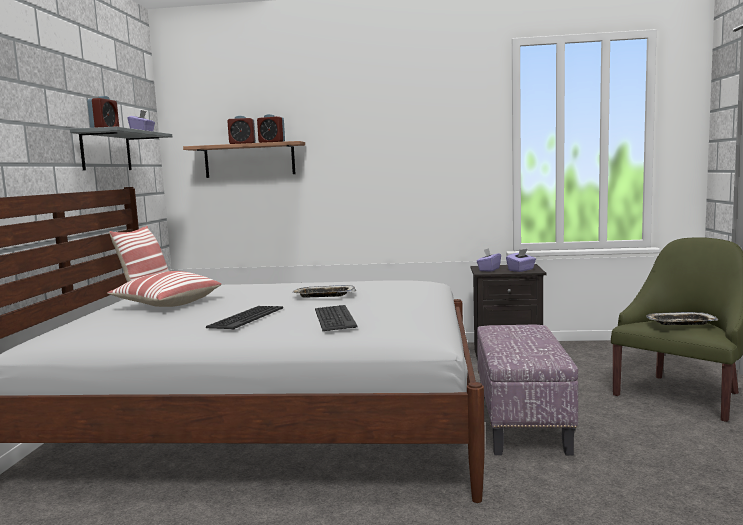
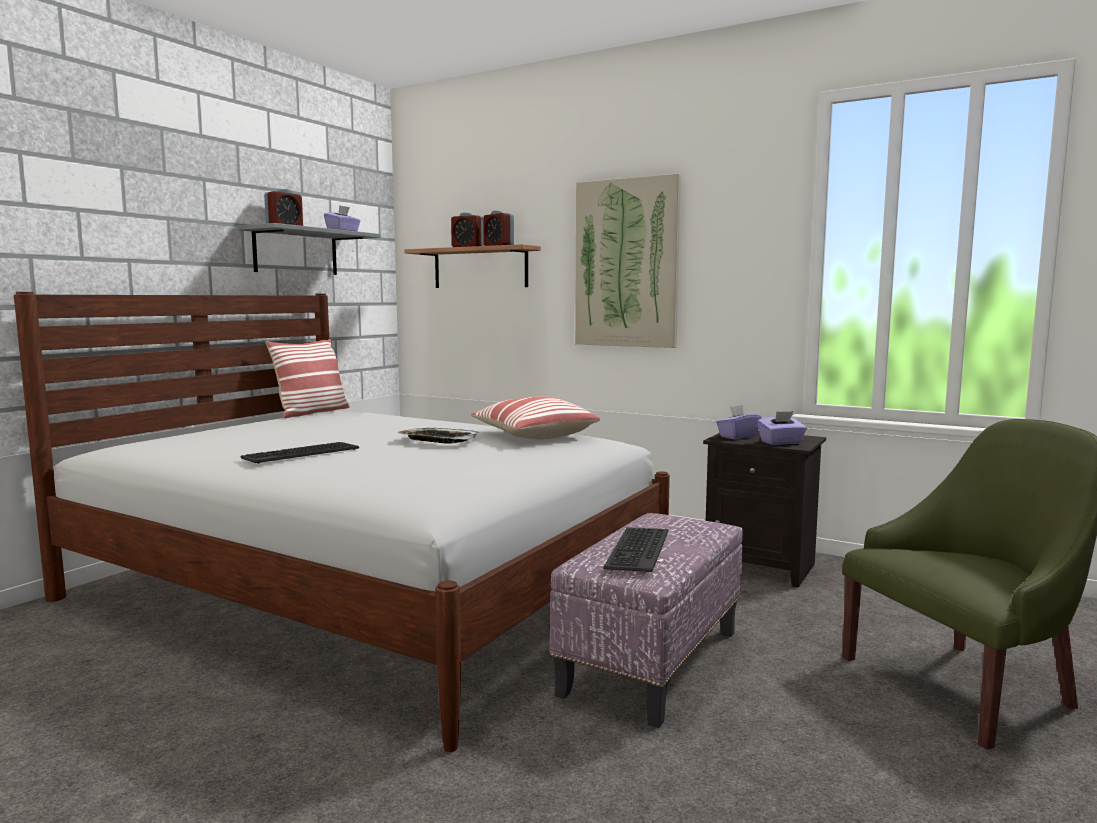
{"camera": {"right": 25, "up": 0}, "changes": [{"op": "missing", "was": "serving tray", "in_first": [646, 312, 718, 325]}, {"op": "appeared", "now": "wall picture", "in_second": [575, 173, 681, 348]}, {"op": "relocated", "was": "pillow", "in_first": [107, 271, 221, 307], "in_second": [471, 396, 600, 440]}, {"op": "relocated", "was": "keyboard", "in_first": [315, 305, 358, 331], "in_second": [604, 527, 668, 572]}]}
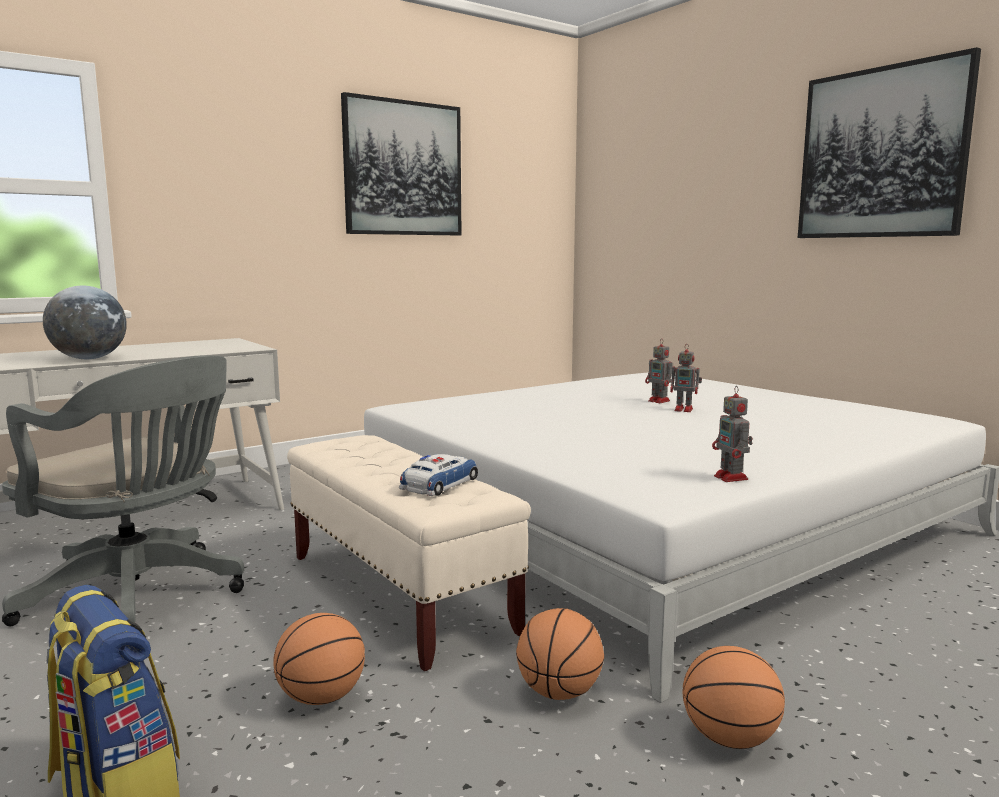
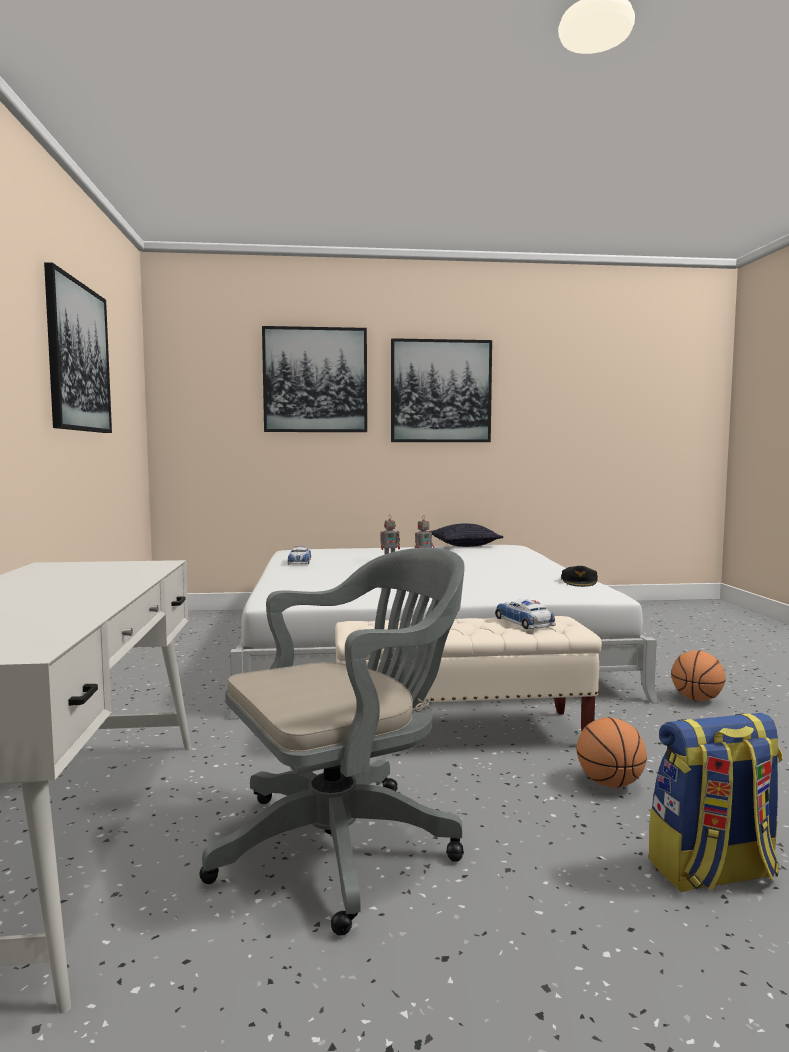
{"camera": {"right": -60, "up": -5}, "changes": [{"op": "missing", "was": "world globe", "in_first": [43, 286, 127, 359]}, {"op": "missing", "was": "basketball ball", "in_first": [516, 608, 604, 700]}, {"op": "appeared", "now": "wall picture", "in_second": [262, 326, 367, 432]}, {"op": "appeared", "now": "model car", "in_second": [288, 546, 311, 564]}, {"op": "appeared", "now": "pillow", "in_second": [430, 523, 504, 547]}, {"op": "exchanged", "was": "robot figure", "now": "black cap", "in_first": [712, 386, 753, 482], "in_second": [561, 566, 598, 587]}]}
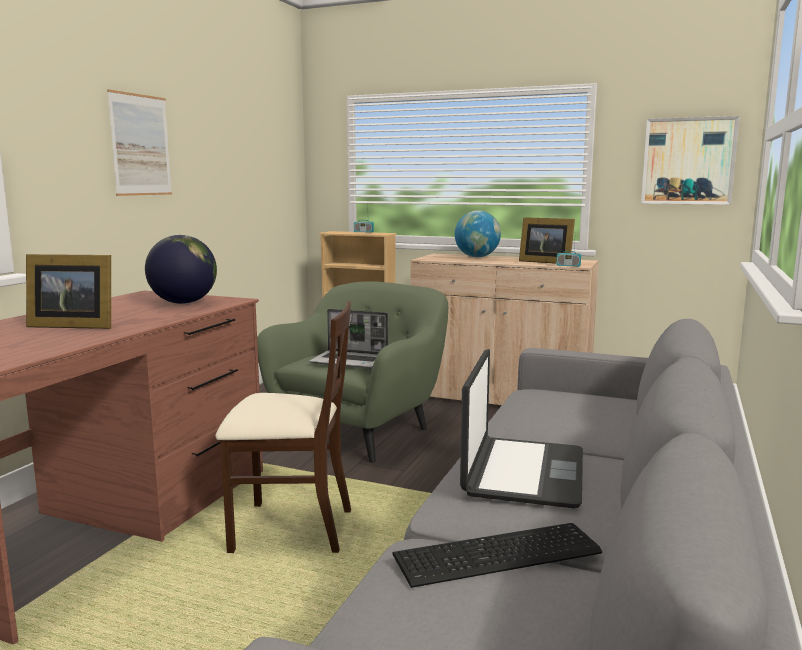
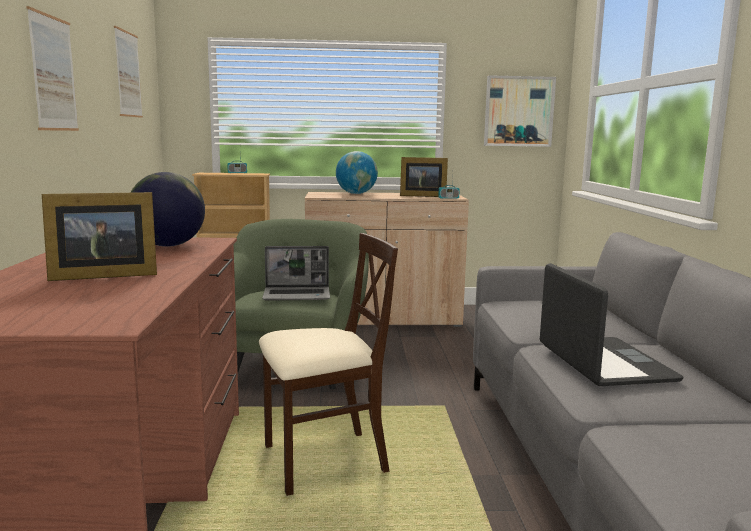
{"camera": {"right": -25, "up": 0}, "changes": [{"op": "missing", "was": "keyboard", "in_first": [392, 523, 602, 588]}, {"op": "appeared", "now": "wall picture", "in_second": [114, 26, 143, 118]}]}
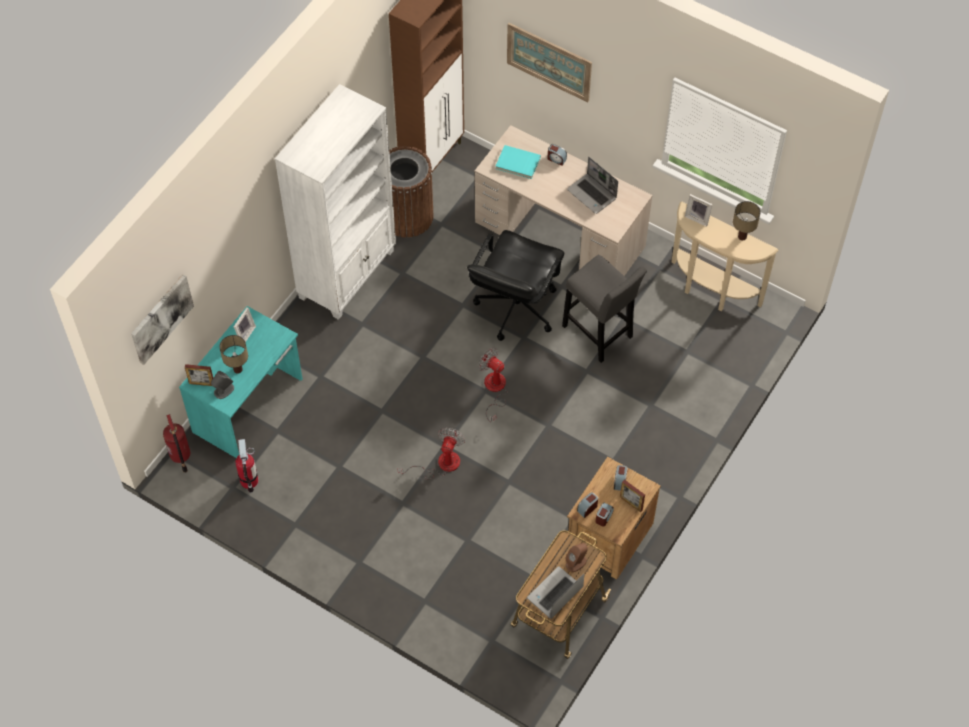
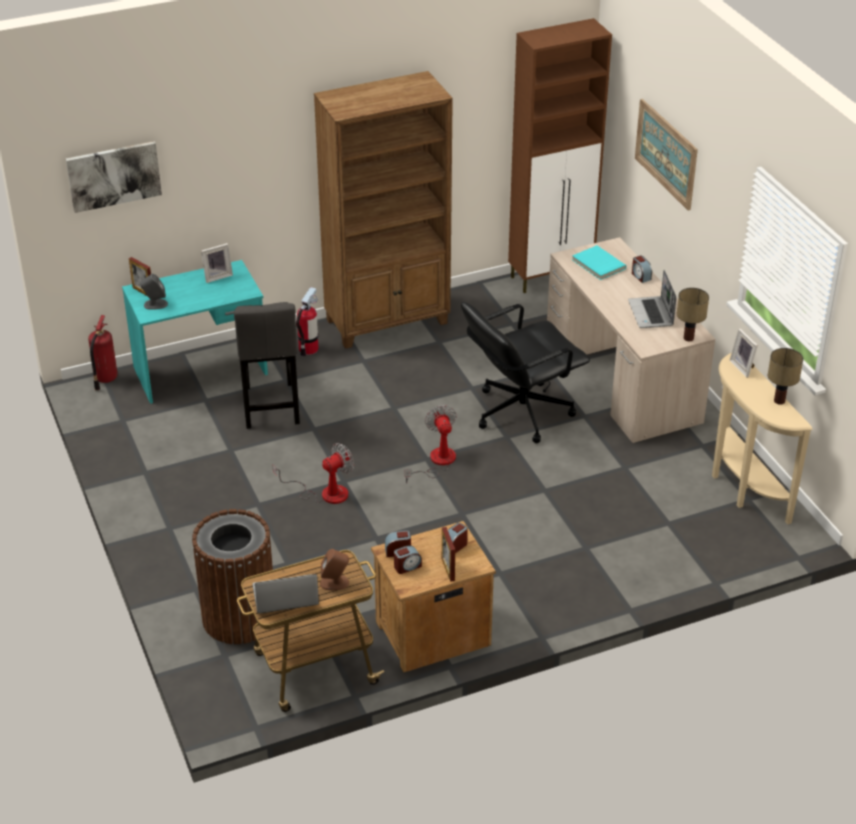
{"camera": {"right": 35, "up": -20}, "changes": [{"op": "relocated", "was": "lamp for a table", "in_first": [220, 335, 248, 374], "in_second": [677, 288, 709, 341]}, {"op": "relocated", "was": "fire-fighting cylinder", "in_first": [236, 439, 258, 493], "in_second": [296, 287, 318, 356]}, {"op": "relocated", "was": "brown waste bin", "in_first": [389, 146, 433, 238], "in_second": [192, 509, 273, 644]}, {"op": "relocated", "was": "grey stool", "in_first": [562, 255, 647, 363], "in_second": [234, 302, 300, 429]}, {"op": "colour", "was": "white shelving unit", "now": "brown shelving unit", "in_first": [275, 84, 396, 320], "in_second": [314, 71, 453, 349]}]}
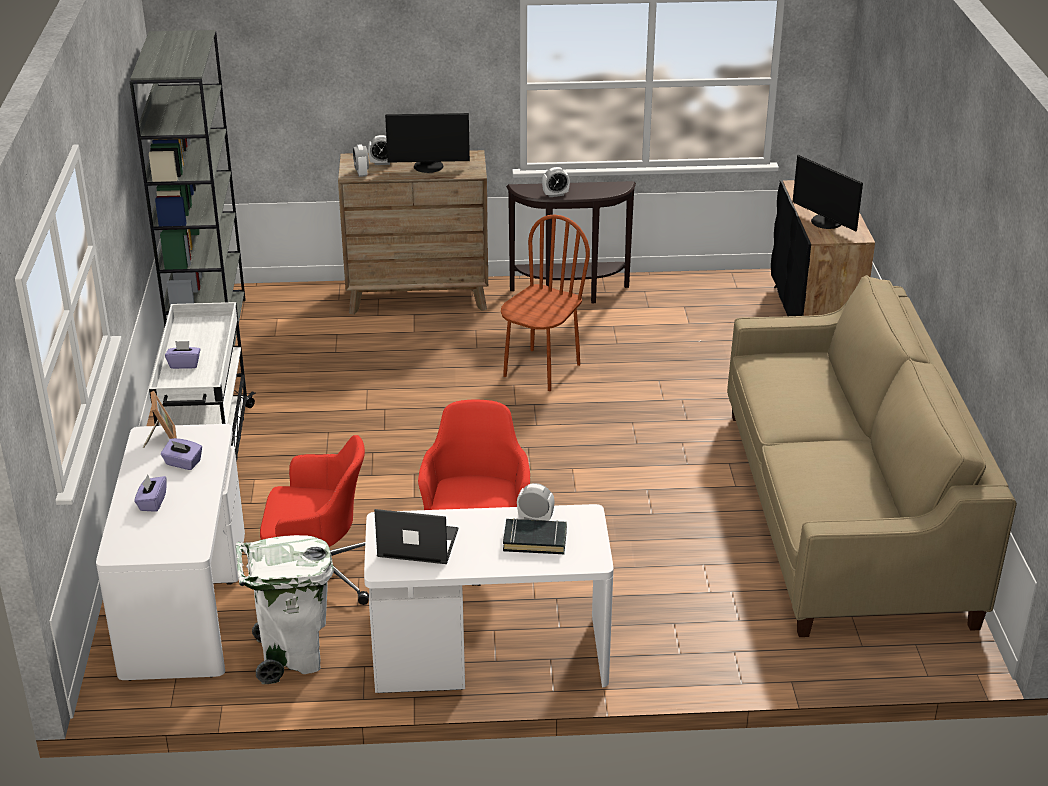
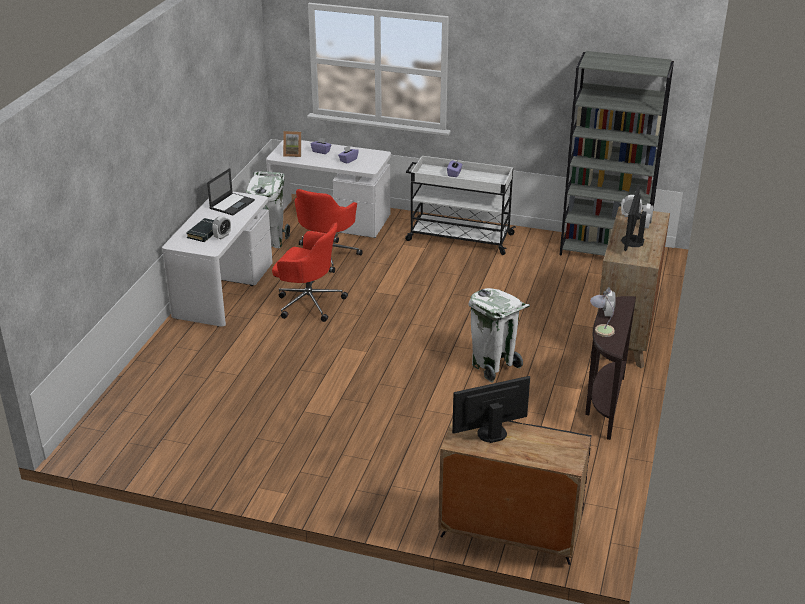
{"camera": {"right": 110, "up": 0}, "changes": [{"op": "missing", "was": "sand-coloured settee", "in_first": [727, 275, 1017, 637]}, {"op": "appeared", "now": "lamp for a table", "in_second": [590, 287, 615, 337]}, {"op": "relocated", "was": "photo frame", "in_first": [143, 391, 177, 448], "in_second": [283, 131, 301, 157]}, {"op": "exchanged", "was": "brown plain chair", "now": "white waste bin", "in_first": [501, 214, 590, 391], "in_second": [469, 288, 530, 383]}]}
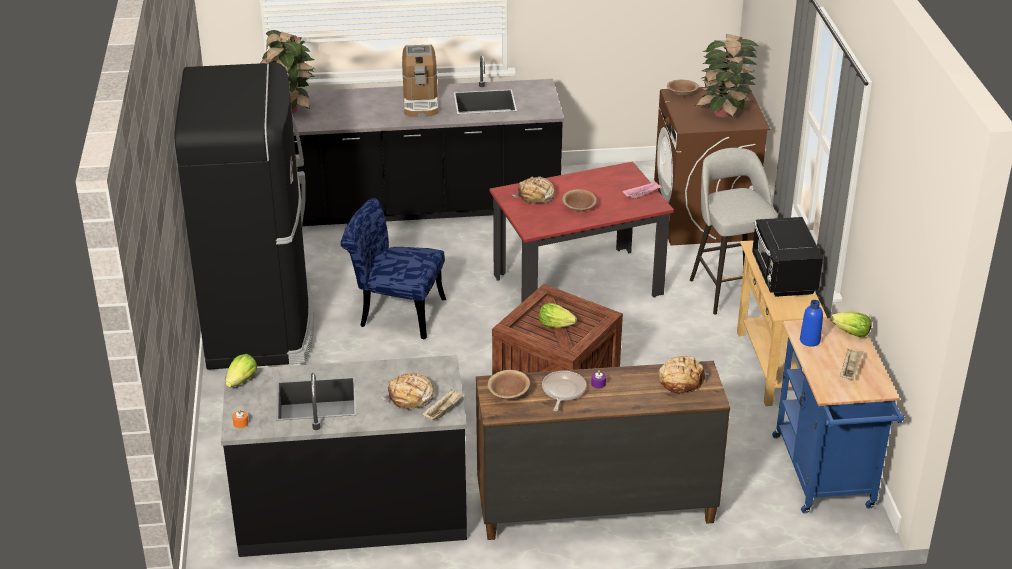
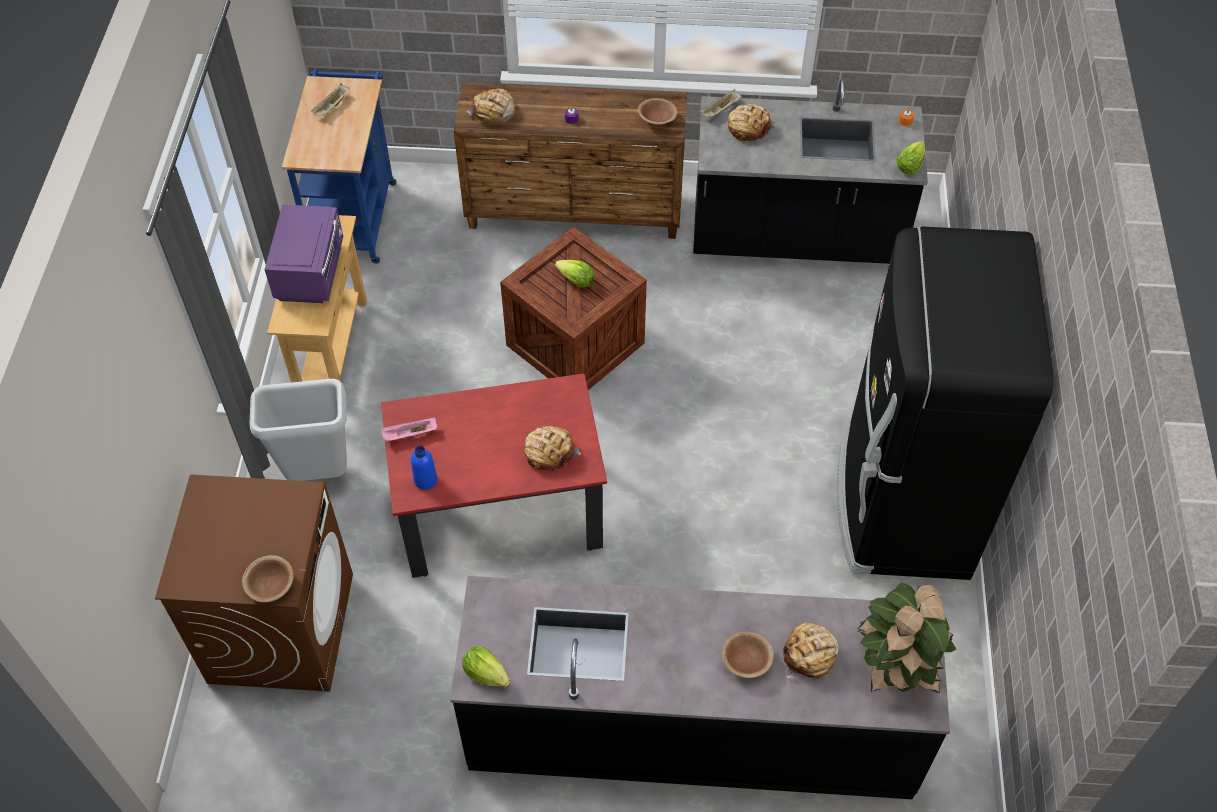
{"camera": {"right": -170, "up": 20}, "changes": [{"op": "missing", "was": "bluish plain chair", "in_first": [340, 198, 446, 339]}, {"op": "missing", "was": "coffee machine", "in_first": [402, 45, 438, 117]}, {"op": "missing", "was": "frying pan", "in_first": [542, 371, 586, 411]}, {"op": "missing", "was": "potted plant", "in_first": [695, 34, 758, 118]}, {"op": "appeared", "now": "baked bread", "in_second": [783, 623, 839, 680]}, {"op": "relocated", "was": "brown serving bowl", "in_first": [562, 189, 597, 212], "in_second": [722, 632, 774, 678]}, {"op": "relocated", "was": "bluish drink bottle", "in_first": [800, 300, 823, 347], "in_second": [411, 446, 437, 490]}, {"op": "relocated", "was": "head of lettuce", "in_first": [830, 312, 872, 337], "in_second": [463, 646, 510, 687]}, {"op": "exchanged", "was": "grey stool", "now": "grey waste bin", "in_first": [690, 148, 778, 315], "in_second": [249, 379, 347, 481]}, {"op": "colour", "was": "black kitchen microwave", "now": "purplish kitchen microwave", "in_first": [752, 217, 823, 297], "in_second": [265, 204, 343, 303]}]}
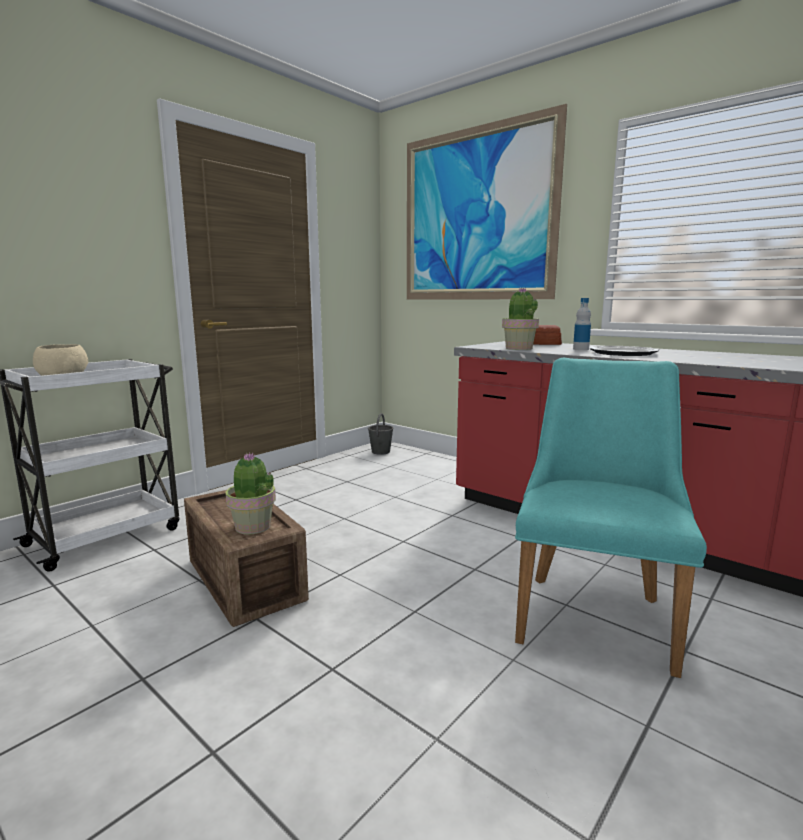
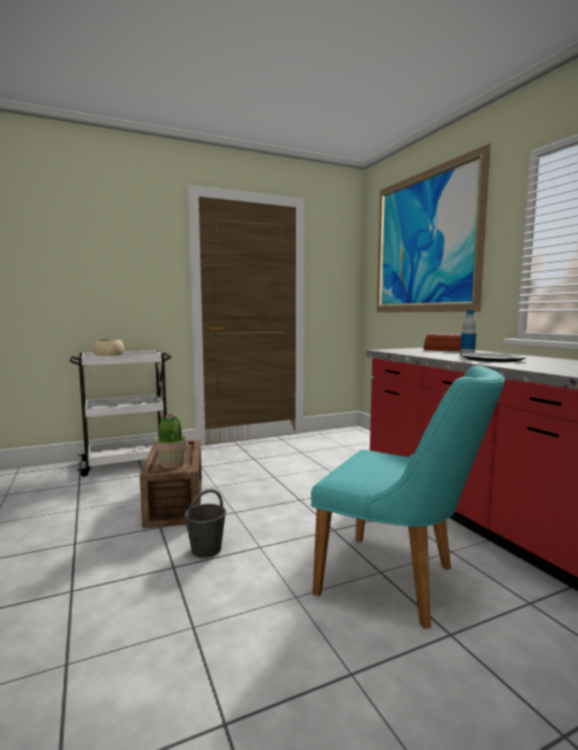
{"camera": {"right": 25, "up": -5}, "changes": [{"op": "missing", "was": "potted plant", "in_first": [502, 288, 539, 350]}, {"op": "relocated", "was": "grey pail", "in_first": [368, 413, 394, 455], "in_second": [184, 489, 226, 558]}, {"op": "spun", "was": "blue-green plain chair", "in_first": [515, 358, 707, 678], "in_second": [311, 366, 505, 629], "clockwise": 75}]}
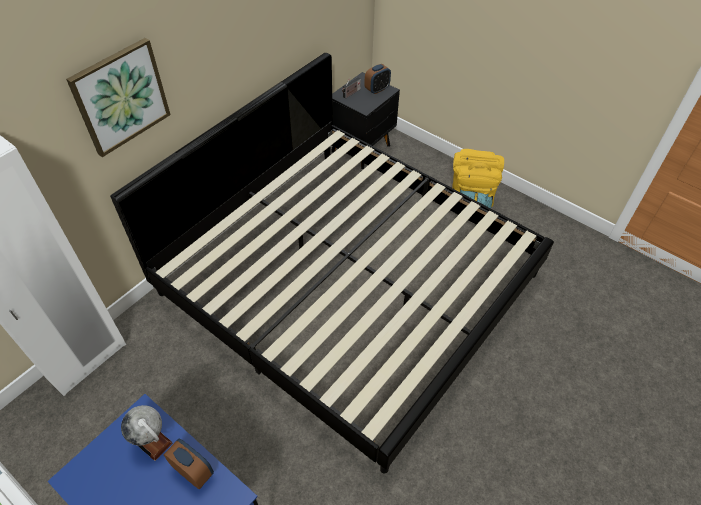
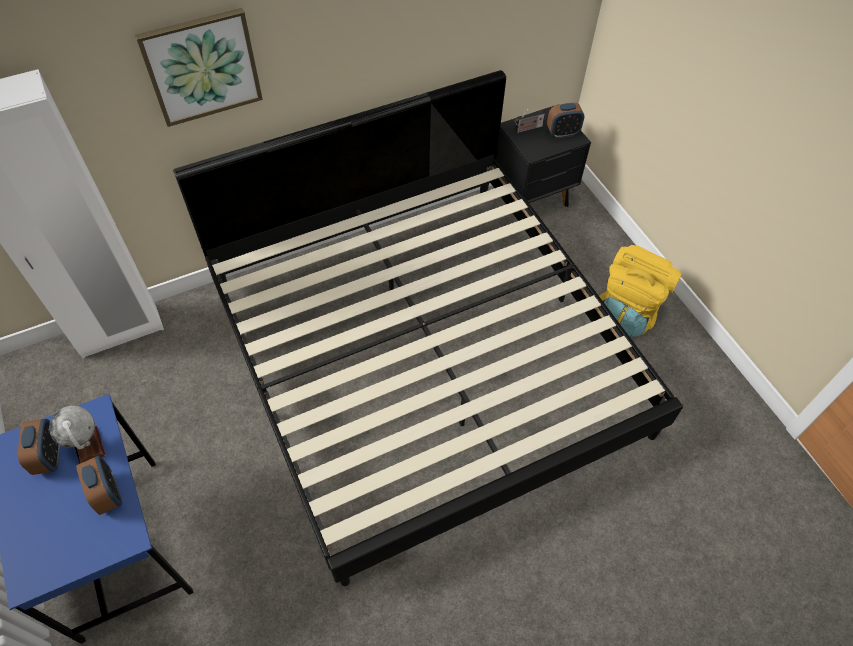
{"camera": {"right": 25, "up": 5}, "changes": [{"op": "appeared", "now": "alarm clock", "in_second": [18, 419, 60, 475]}]}
